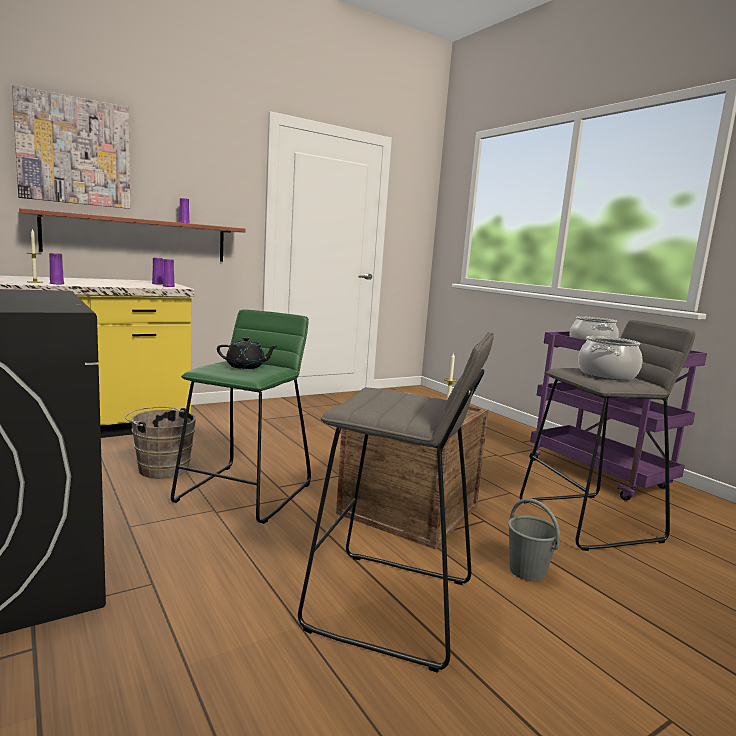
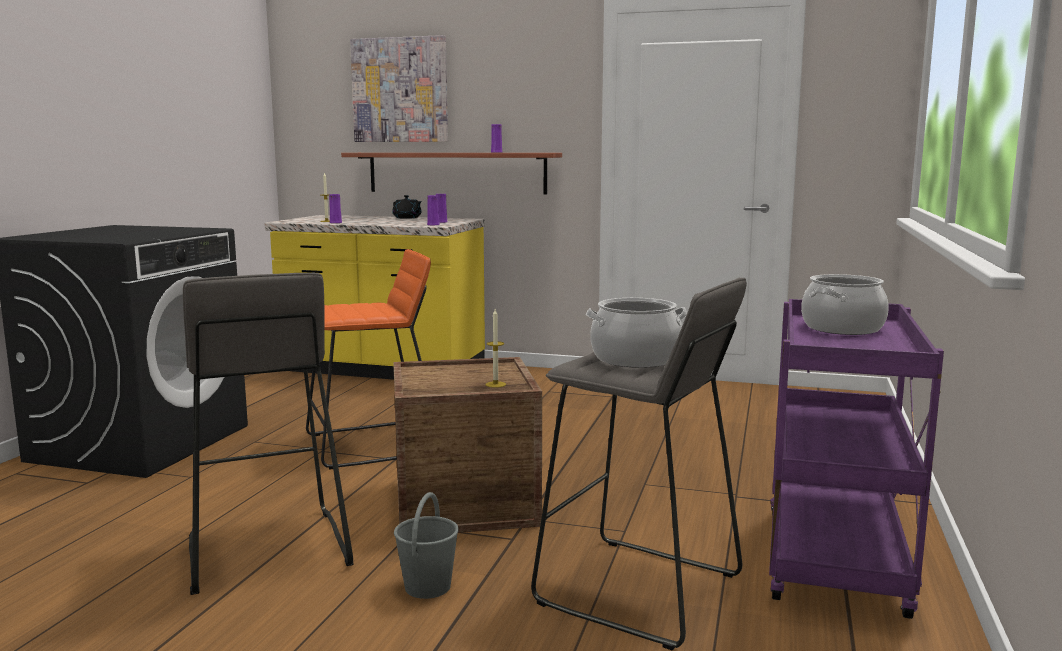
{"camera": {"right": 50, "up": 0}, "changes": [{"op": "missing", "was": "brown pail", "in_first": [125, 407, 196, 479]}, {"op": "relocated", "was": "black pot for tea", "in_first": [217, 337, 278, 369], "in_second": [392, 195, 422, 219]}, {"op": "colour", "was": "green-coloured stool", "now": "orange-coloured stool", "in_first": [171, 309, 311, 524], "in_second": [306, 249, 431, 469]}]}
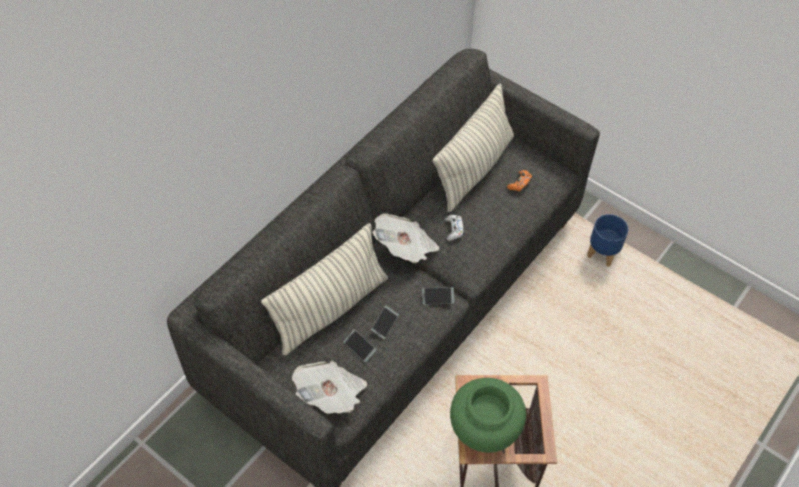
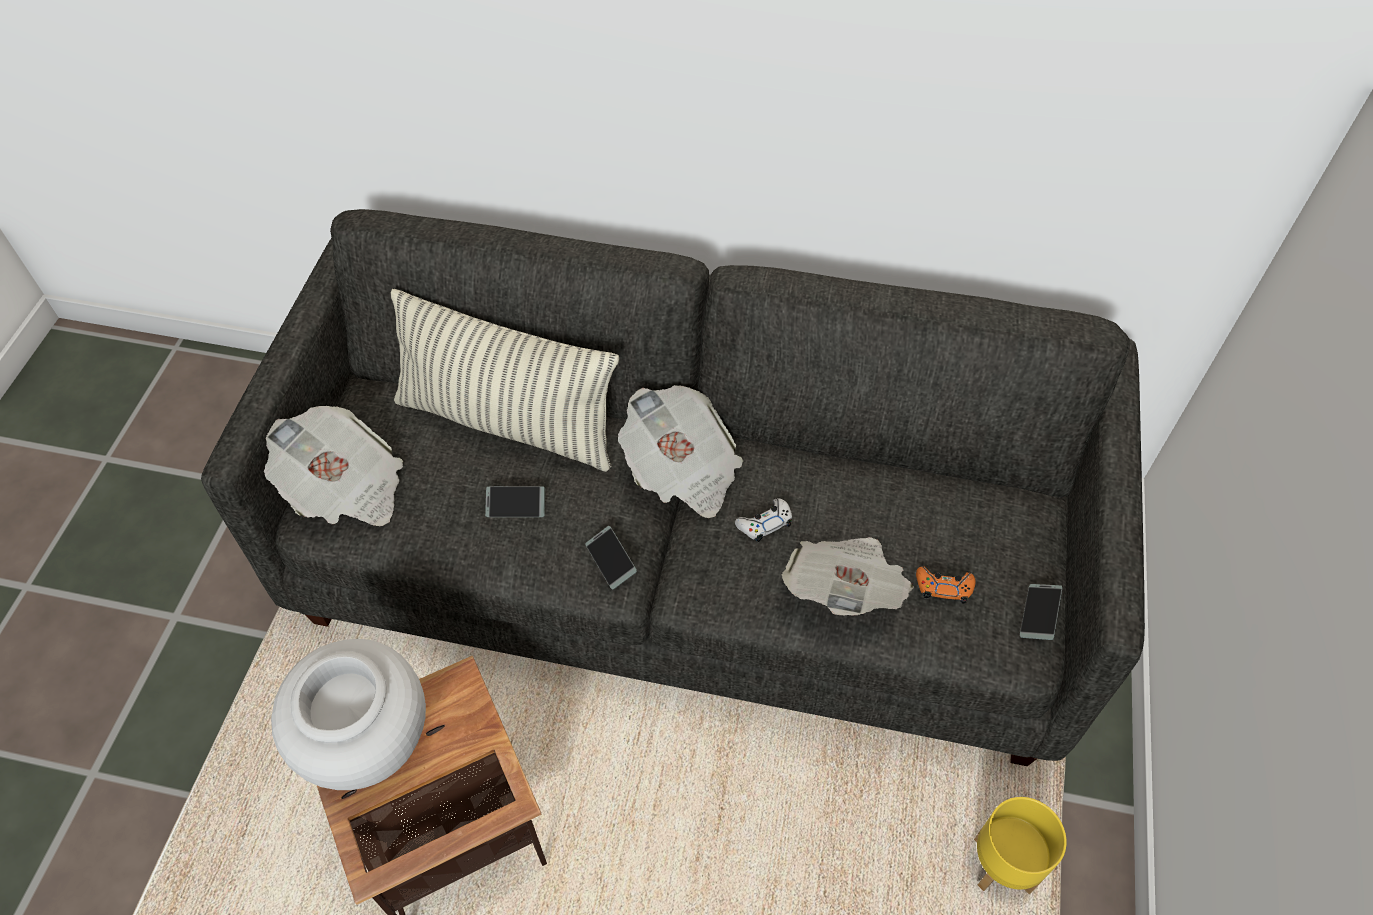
{"camera": {"right": 65, "up": 0}, "changes": [{"op": "missing", "was": "pillow", "in_first": [433, 83, 514, 212]}, {"op": "appeared", "now": "newspaper", "in_second": [782, 537, 914, 616]}, {"op": "relocated", "was": "phone", "in_first": [343, 329, 376, 362], "in_second": [1020, 584, 1062, 640]}, {"op": "colour", "was": "green-coloured flower vase", "now": "white flower vase", "in_first": [450, 378, 526, 453], "in_second": [271, 639, 426, 790]}, {"op": "colour", "was": "bluish flower pot", "now": "yellow flower pot", "in_first": [587, 214, 628, 267], "in_second": [974, 797, 1067, 895]}]}
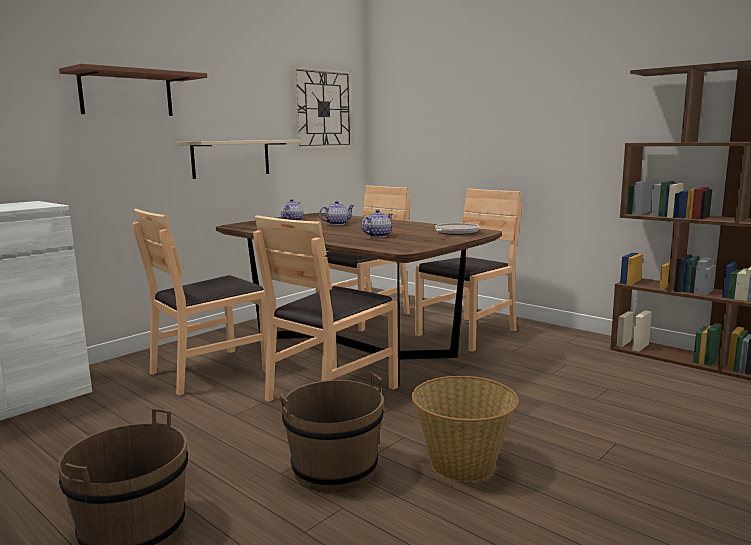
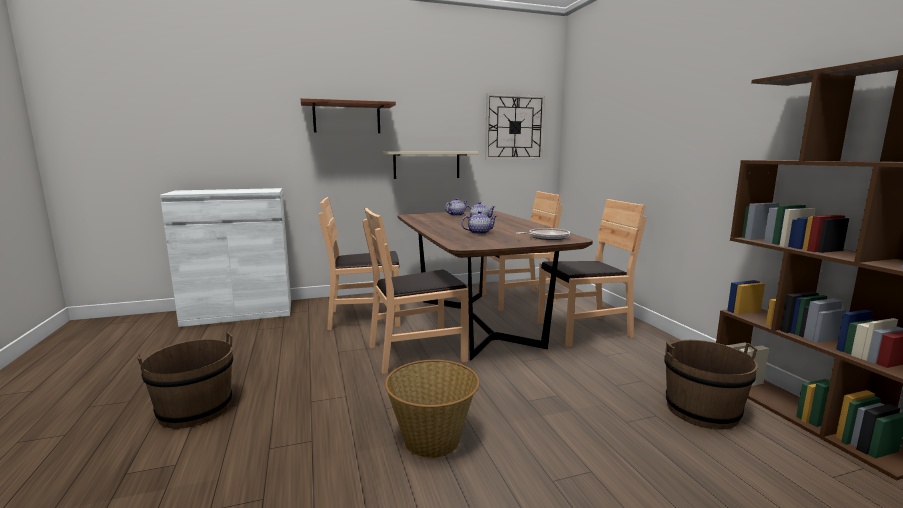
{"camera": {"right": 30, "up": 0}, "changes": [{"op": "relocated", "was": "brown pail", "in_first": [280, 373, 384, 493], "in_second": [664, 340, 758, 430]}]}
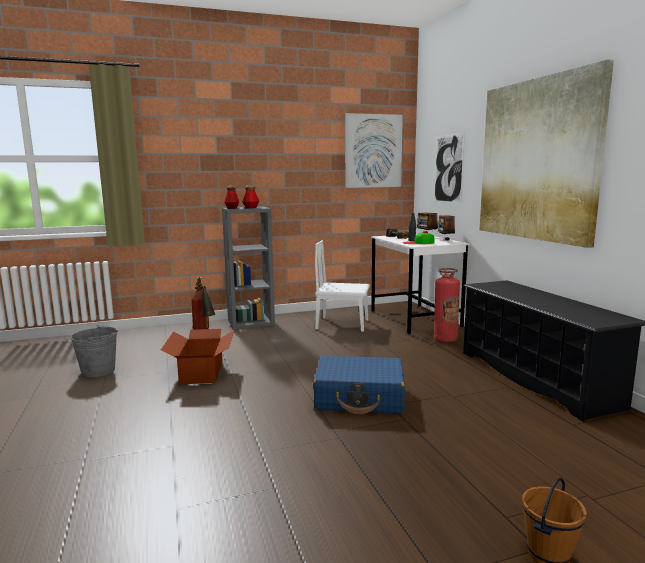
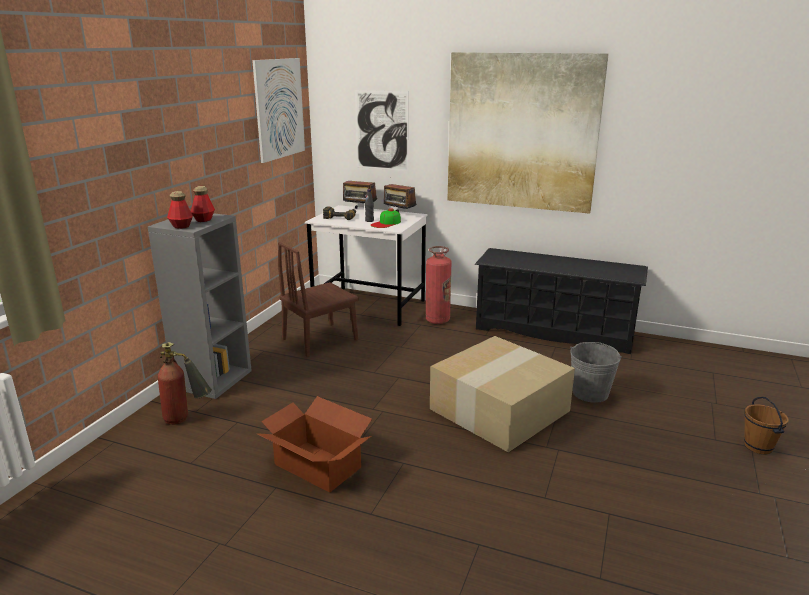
{"camera": {"right": -50, "up": 10}, "changes": [{"op": "relocated", "was": "grey pail", "in_first": [70, 325, 118, 377], "in_second": [570, 342, 622, 403]}, {"op": "exchanged", "was": "bluish piece of luggage", "now": "cardboard box", "in_first": [313, 355, 405, 414], "in_second": [430, 336, 575, 452]}, {"op": "colour", "was": "white plain chair", "now": "brown plain chair", "in_first": [315, 240, 370, 332], "in_second": [278, 242, 359, 357]}]}
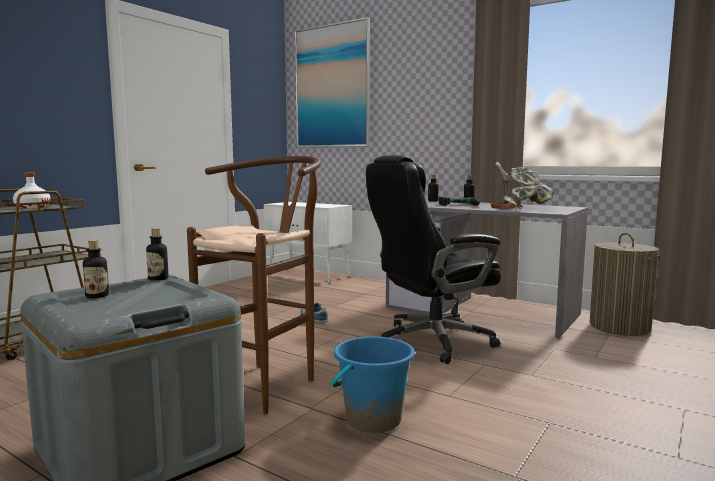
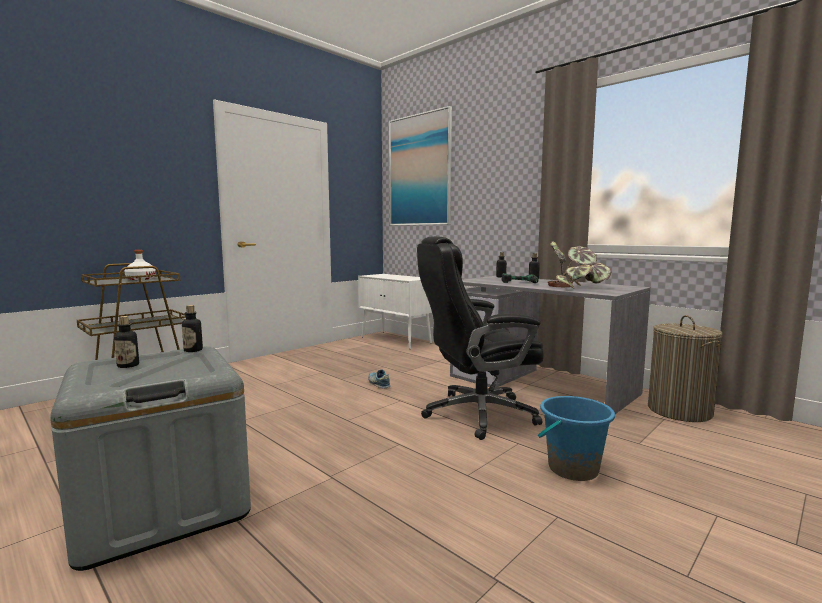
{"camera": {"right": 10, "up": 0}, "changes": [{"op": "missing", "was": "brown stool", "in_first": [187, 156, 321, 414]}, {"op": "relocated", "was": "bluish pail", "in_first": [331, 337, 415, 433], "in_second": [538, 396, 615, 481]}]}
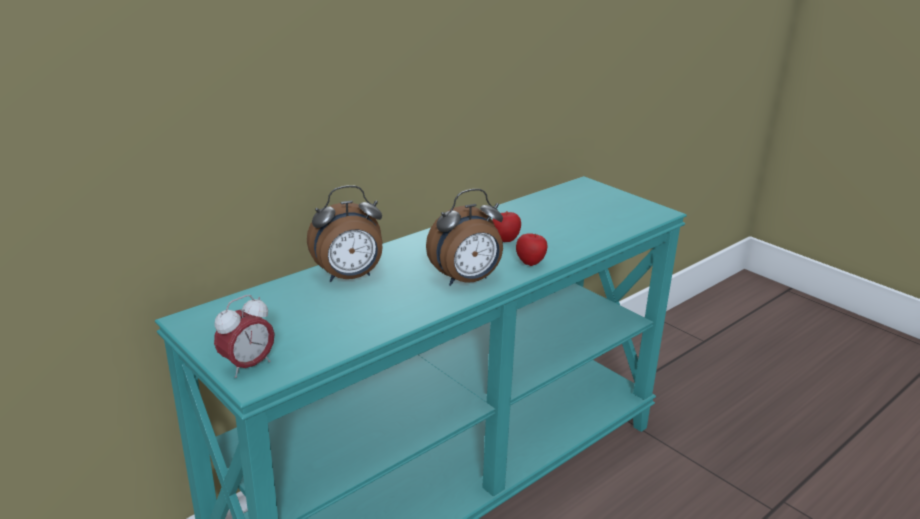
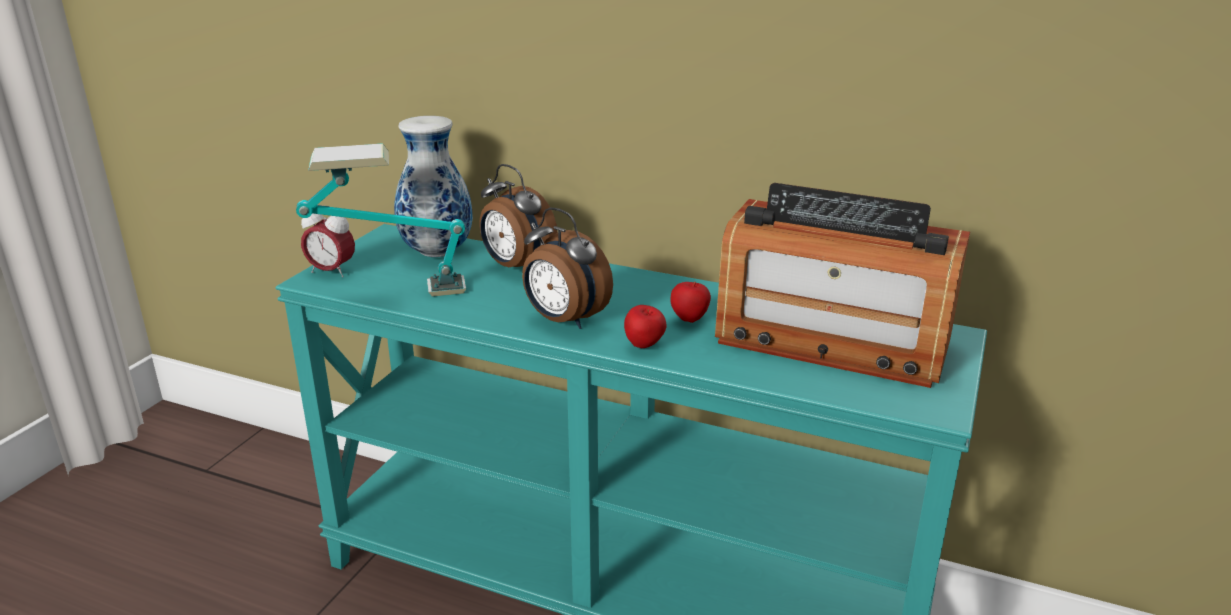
{"camera": {"right": 65, "up": 0}, "changes": [{"op": "appeared", "now": "lamp for a table", "in_second": [296, 143, 466, 297]}, {"op": "appeared", "now": "flower vase", "in_second": [394, 116, 473, 257]}, {"op": "appeared", "now": "radio", "in_second": [715, 183, 970, 388]}]}
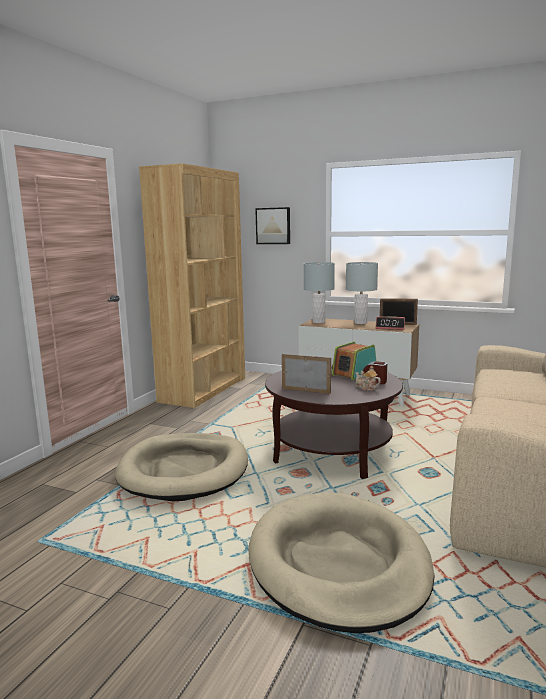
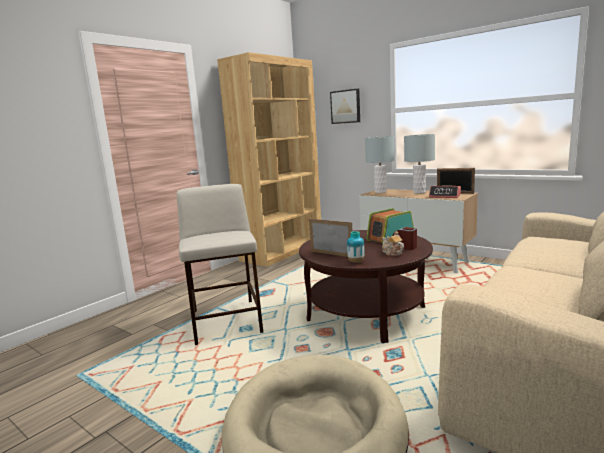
{"camera": {"right": 15, "up": 0}, "changes": [{"op": "appeared", "now": "flower vase", "in_second": [347, 231, 365, 263]}, {"op": "exchanged", "was": "sand-coloured dog cushion", "now": "sand-coloured stool", "in_first": [115, 433, 248, 501], "in_second": [176, 184, 263, 345]}]}
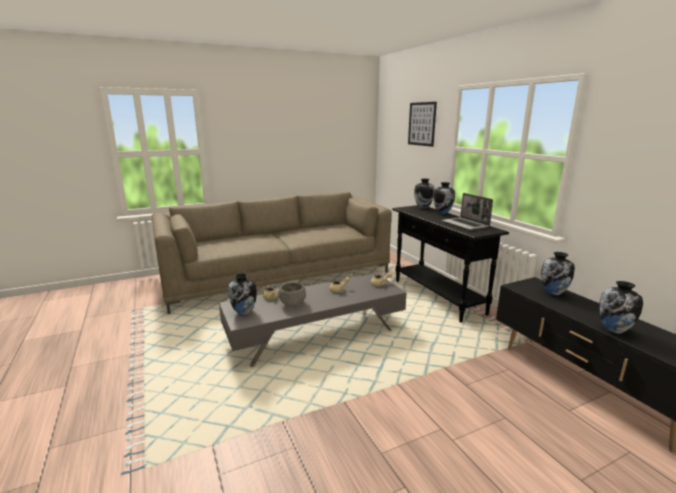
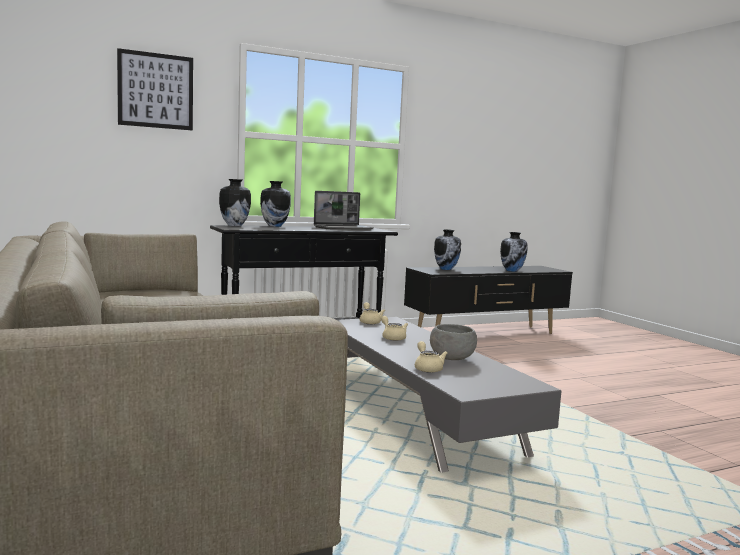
{"camera": {"right": -90, "up": -10}, "changes": [{"op": "missing", "was": "flower vase", "in_first": [228, 273, 257, 315]}]}
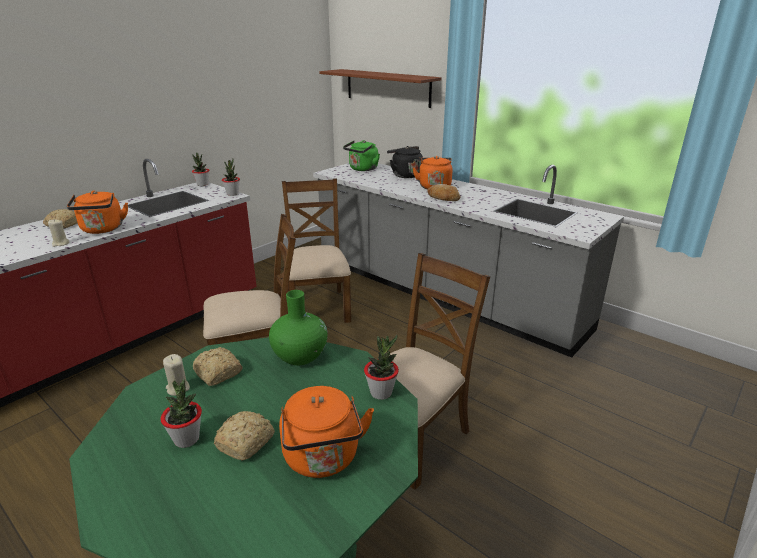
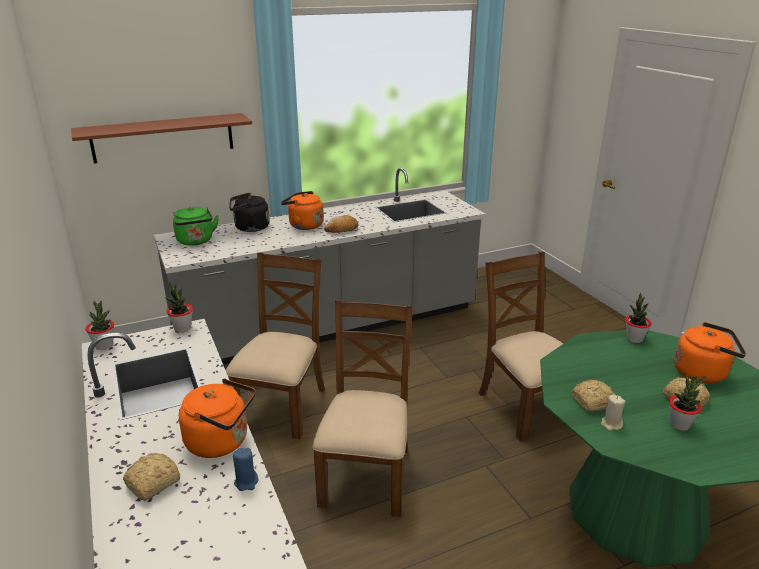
{"camera": {"right": -65, "up": 0}, "changes": [{"op": "missing", "was": "green-coloured flower vase", "in_first": [269, 290, 328, 365]}, {"op": "colour", "was": "sand-coloured wax light", "now": "bluish wax light", "in_first": [48, 220, 70, 247], "in_second": [233, 448, 258, 491]}, {"op": "spun", "was": "brown plain chair", "in_first": [282, 178, 351, 323], "in_second": [226, 252, 325, 439], "clockwise": 90}]}
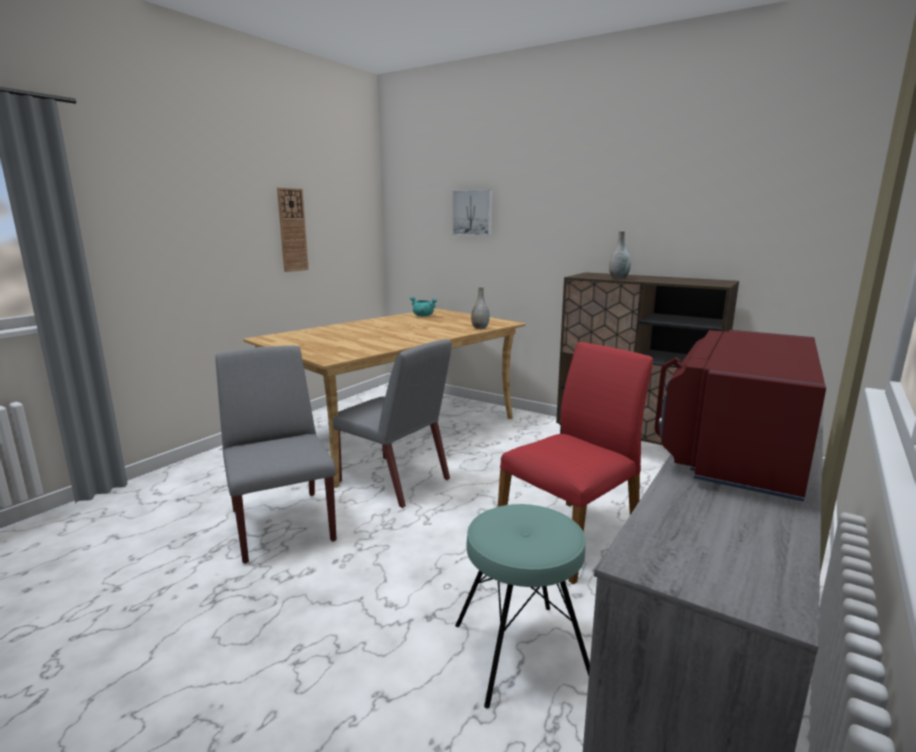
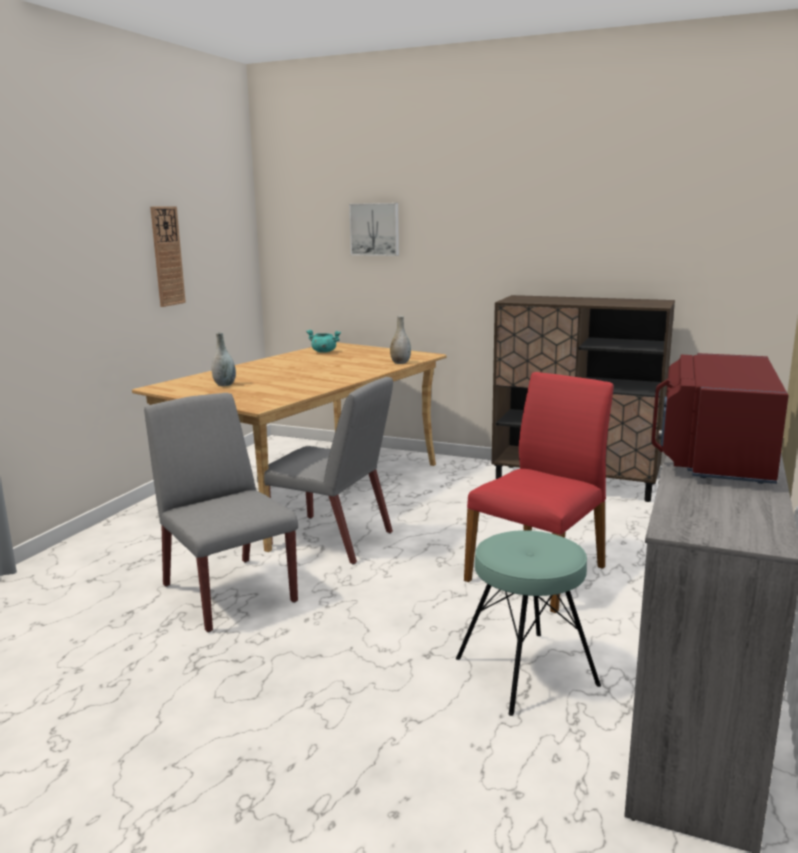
{"camera": {"right": -10, "up": 0}, "changes": [{"op": "relocated", "was": "grey flower vase", "in_first": [609, 231, 631, 279], "in_second": [211, 332, 236, 386]}]}
